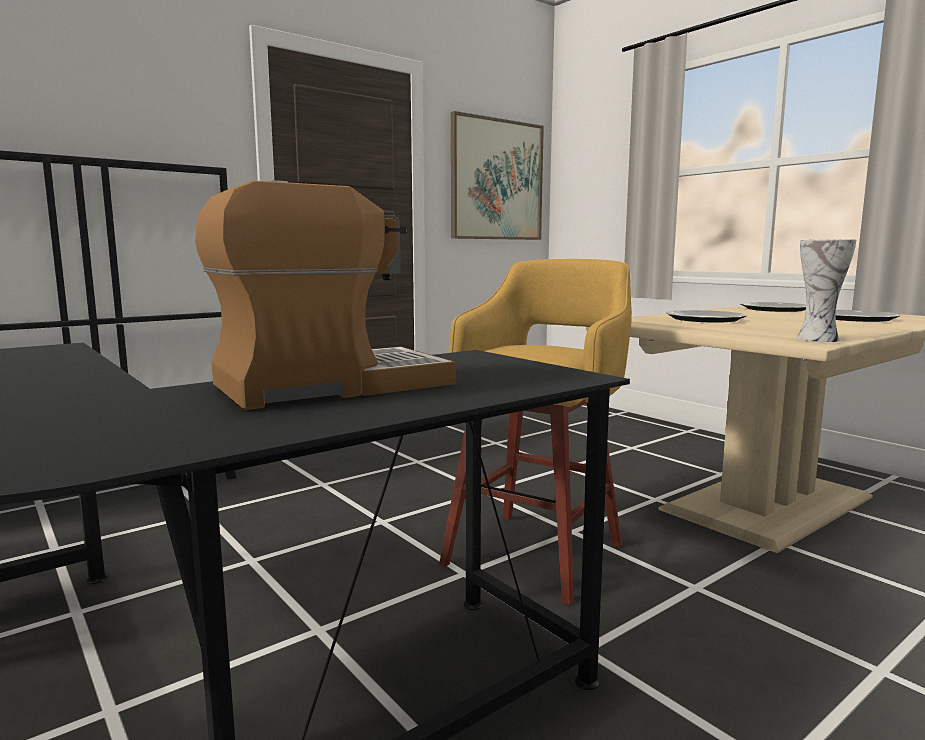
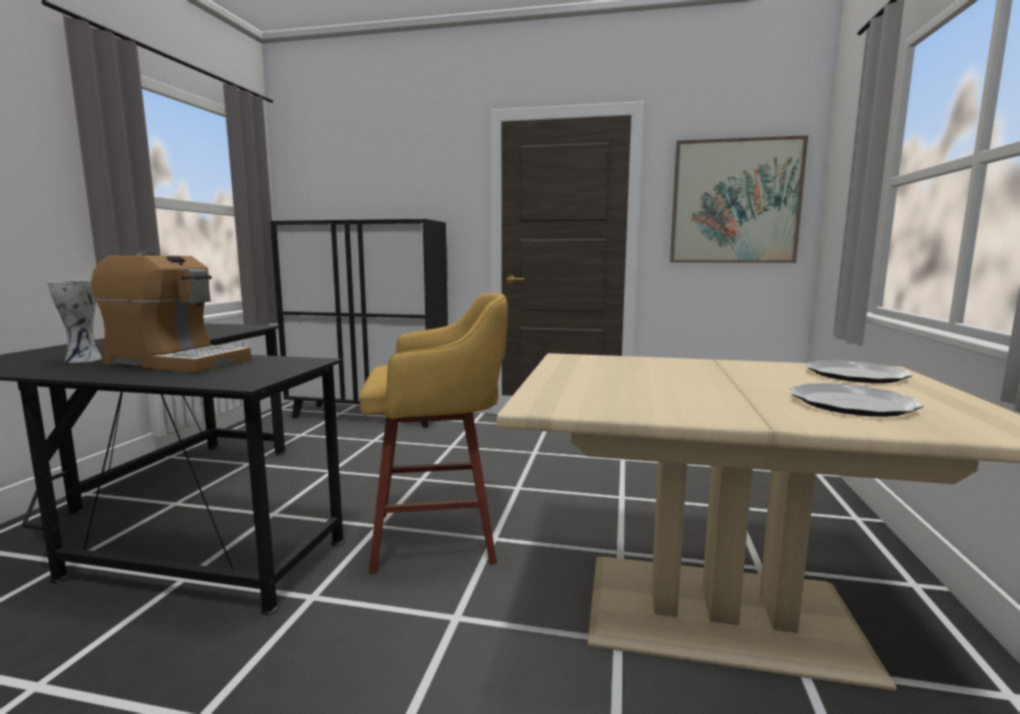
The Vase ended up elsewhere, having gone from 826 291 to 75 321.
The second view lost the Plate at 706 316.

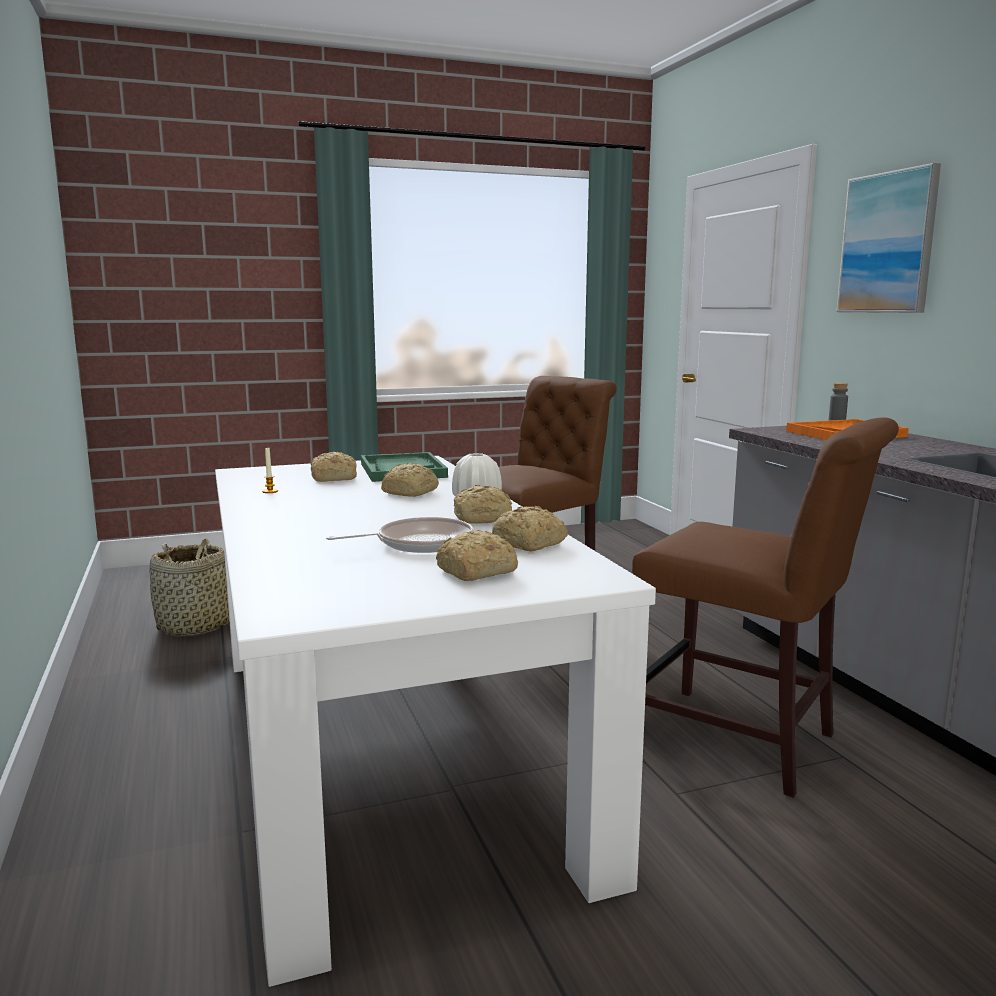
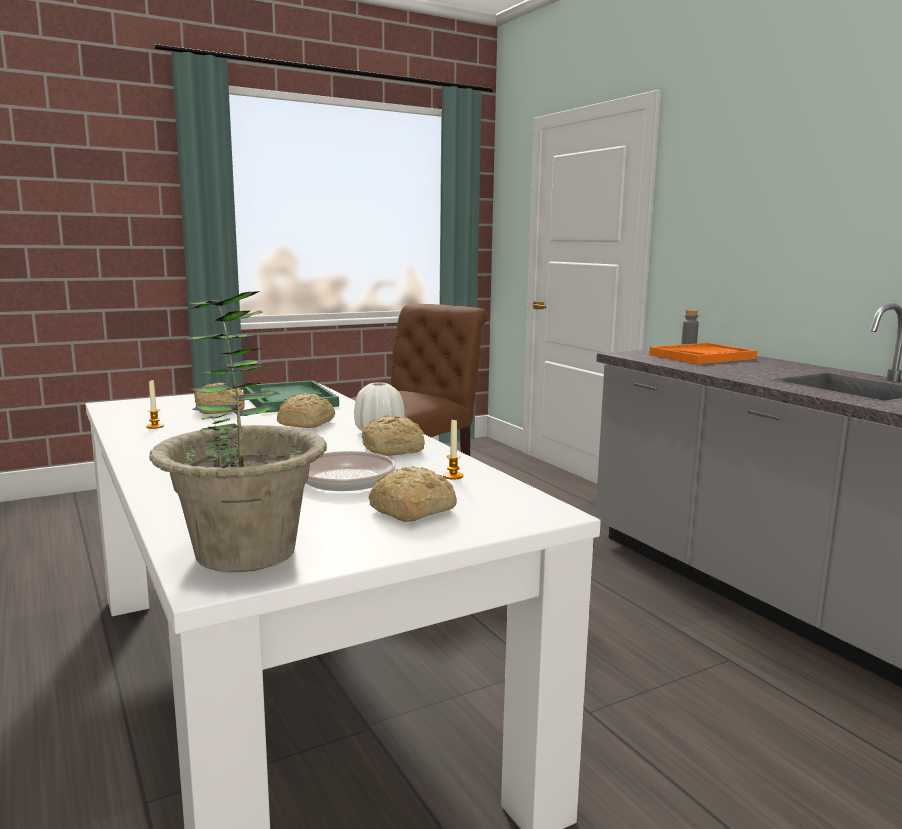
The second view gained the PottedPlant at 238 431.
Where the Bread stood at 530 529, the Candle came to stand at 453 450.
The second view lost the Basket at 190 587.
The second view lost the BrownChair at 765 607.
The second view lost the Picture at 888 238.

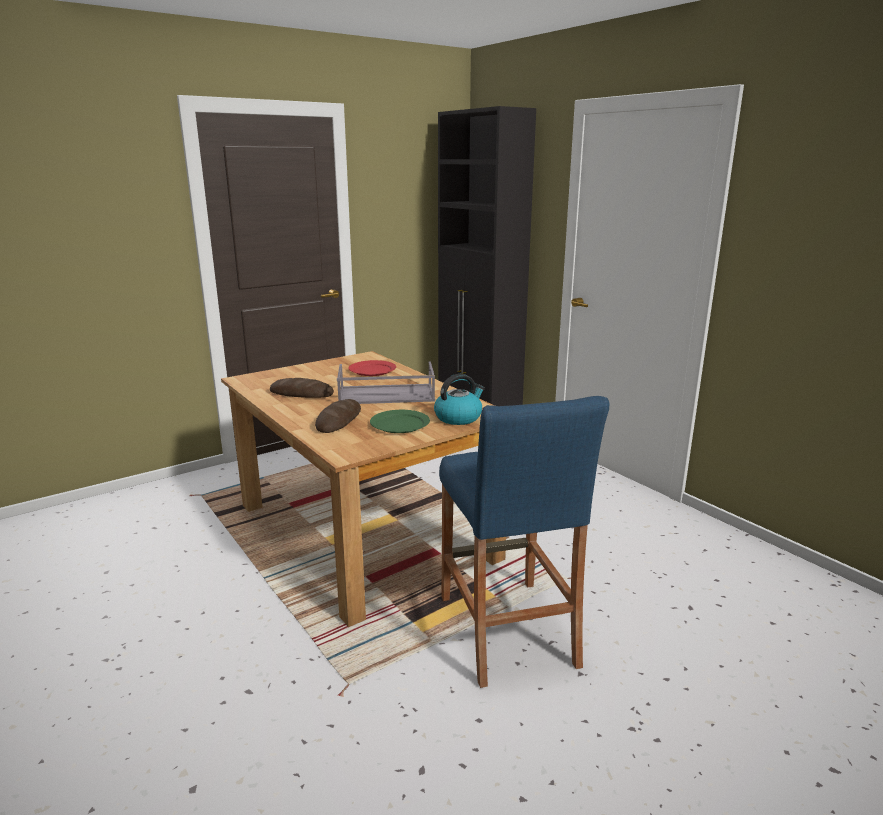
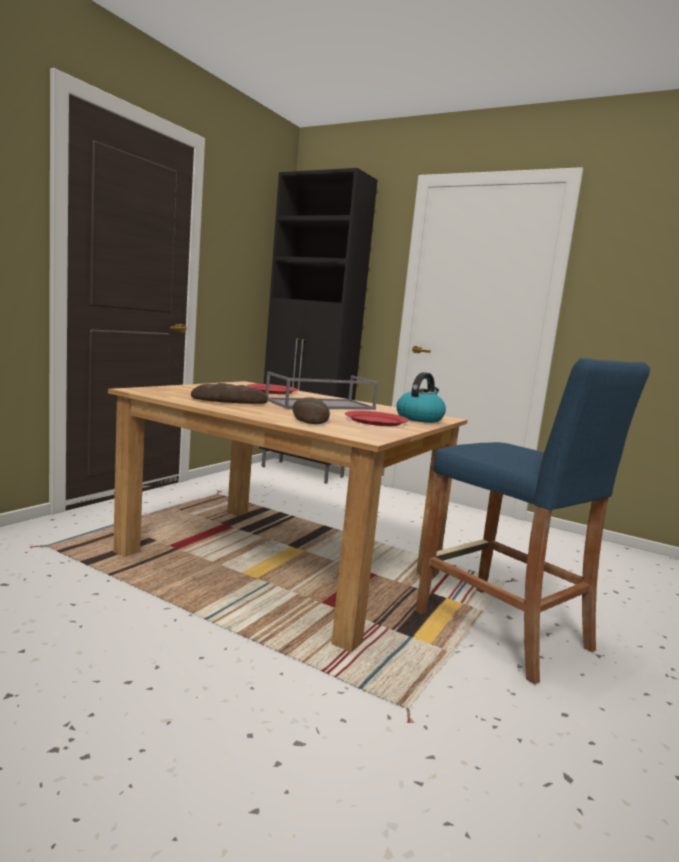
What was the GreenPlate at 400 421 turned into the RedPlate at 377 418.

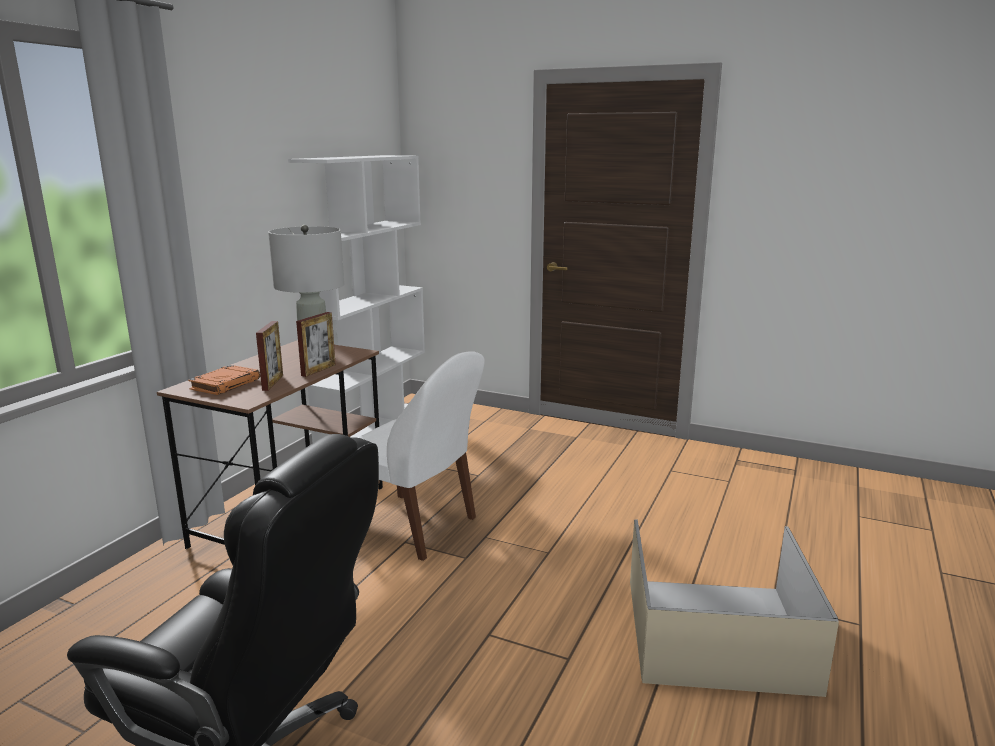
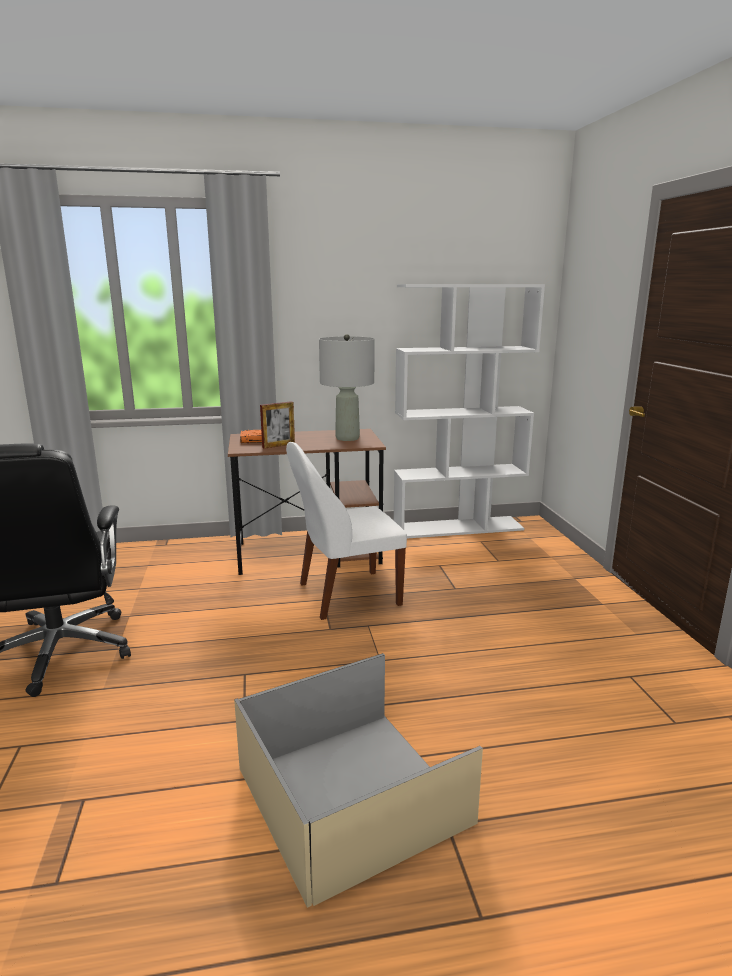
The WhiteChair at 421 456 ended up facing another way, 75 degrees clockwise from before.
The second view lost the PictureFrame at 316 344.

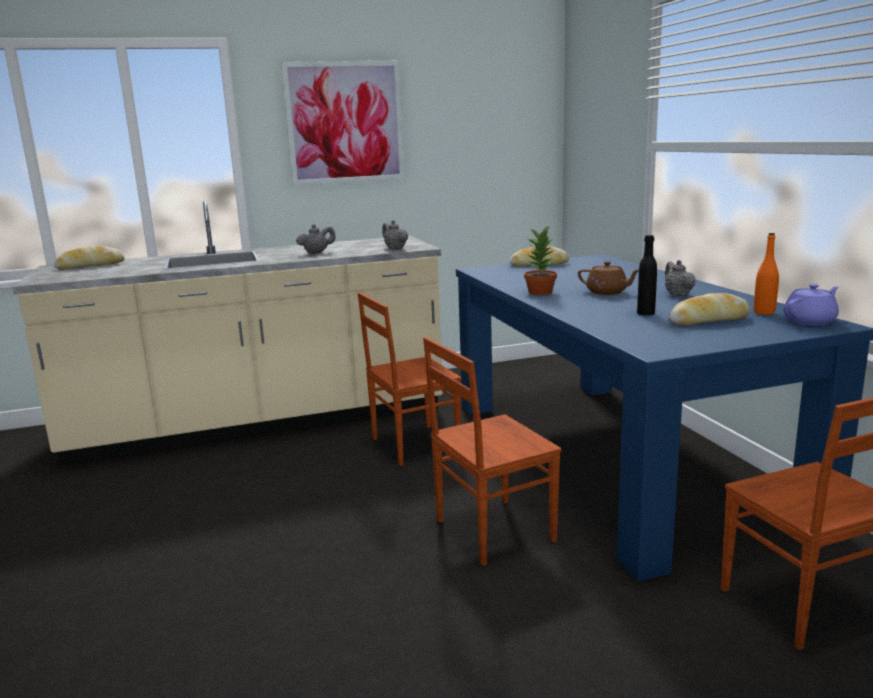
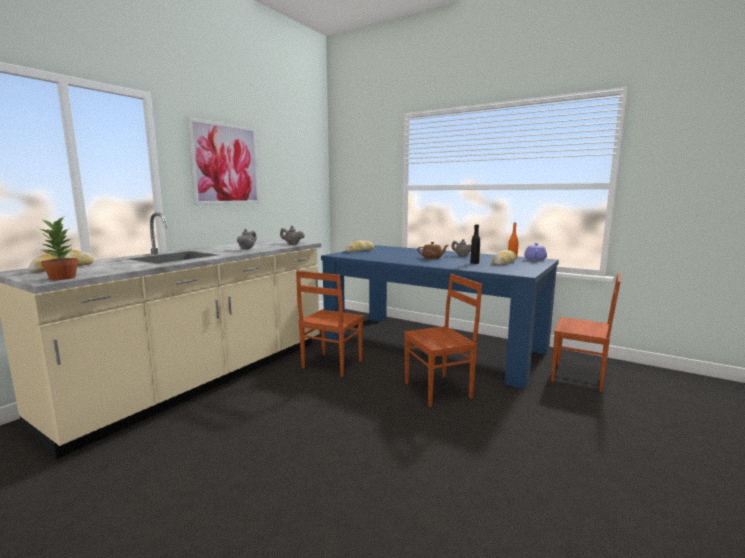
The PottedPlant ended up elsewhere, having gone from 540 259 to 59 248.
The BrownChair at 492 451 ended up facing another way, 135 degrees counterclockwise from before.

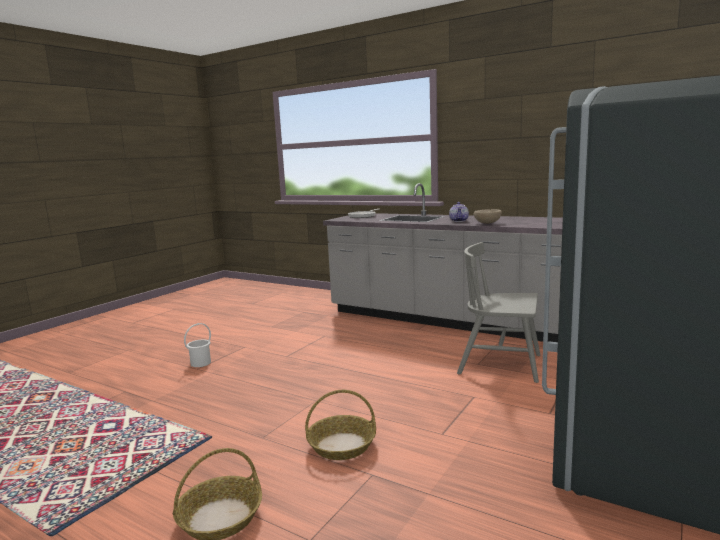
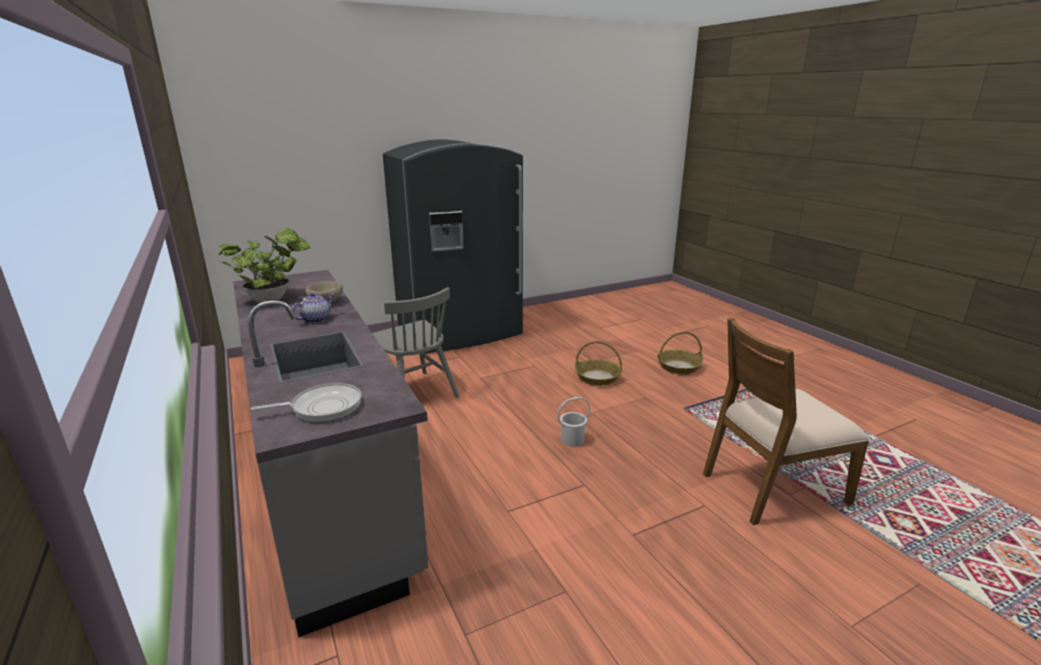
The second view gained the PottedPlant at 264 265.
The WhiteBucket ended up elsewhere, having gone from 197 345 to 573 422.
The second view gained the BrownChair at 786 421.

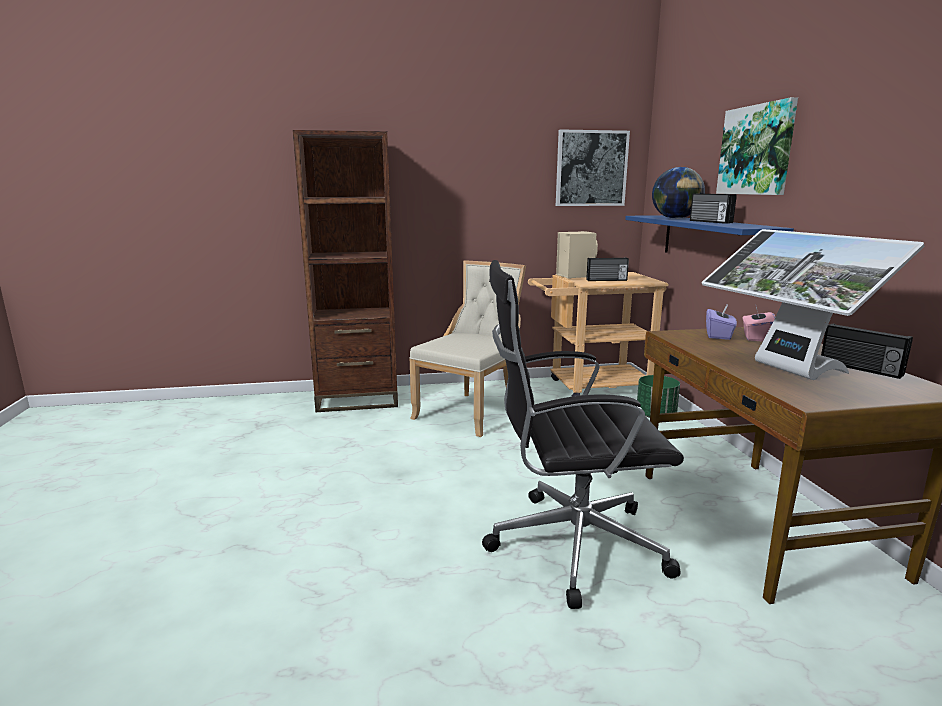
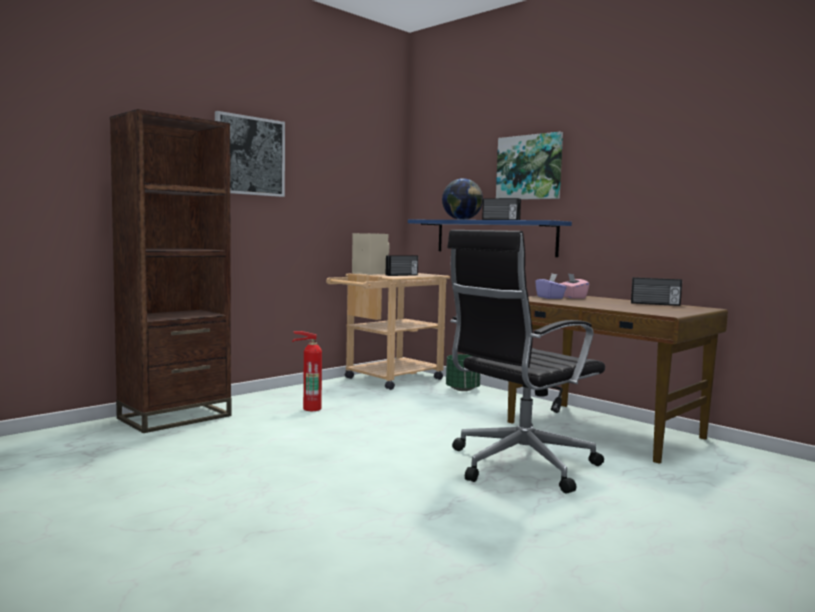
The Picture ended up elsewhere, having gone from 593 167 to 250 154.
Where the BeigeChair stood at 468 349, the FireExtinguisher came to stand at 307 371.
The second view lost the Monitor at 813 304.

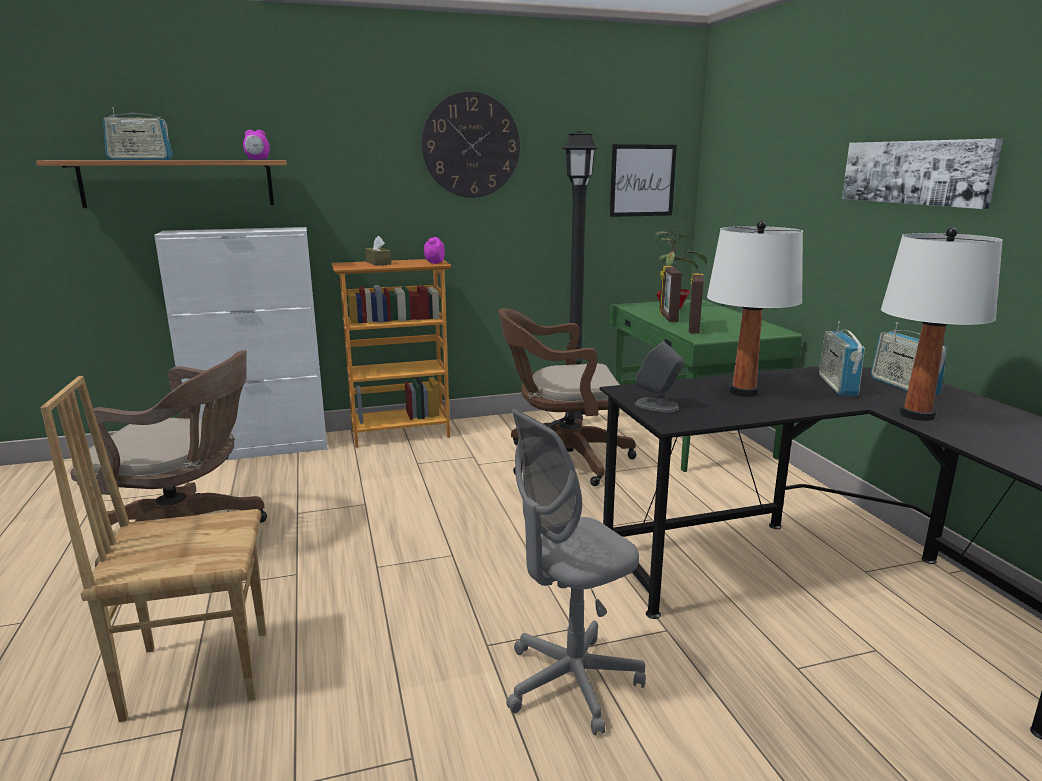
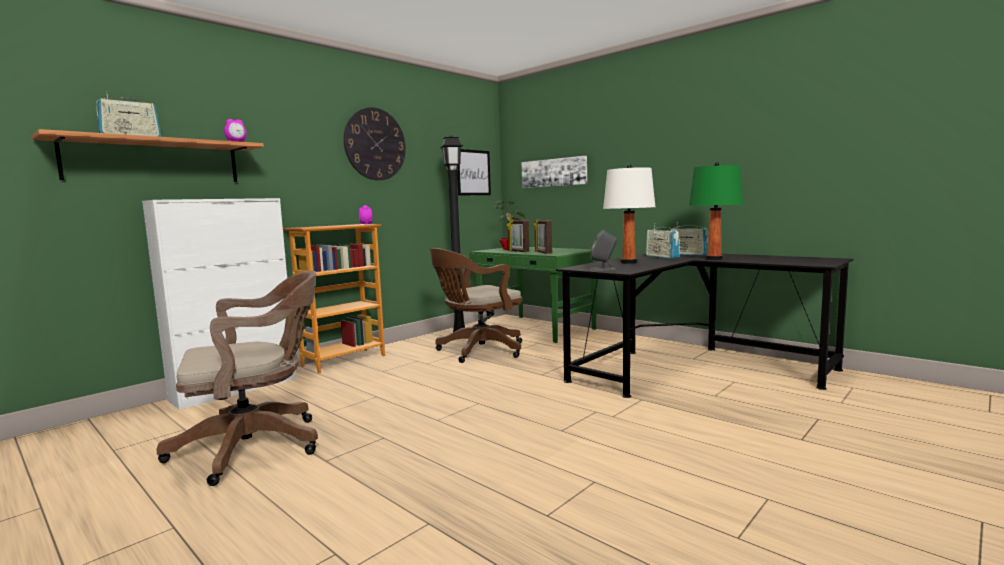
The Picture ended up elsewhere, having gone from 922 173 to 554 172.
What was the WhiteTableLamp at 942 324 turned into the GreenTableLamp at 716 211.
The second view lost the BrownChair at 153 549.
The second view lost the BrownTissueBox at 378 251.
The second view lost the GreyOfficeChair at 576 572.

